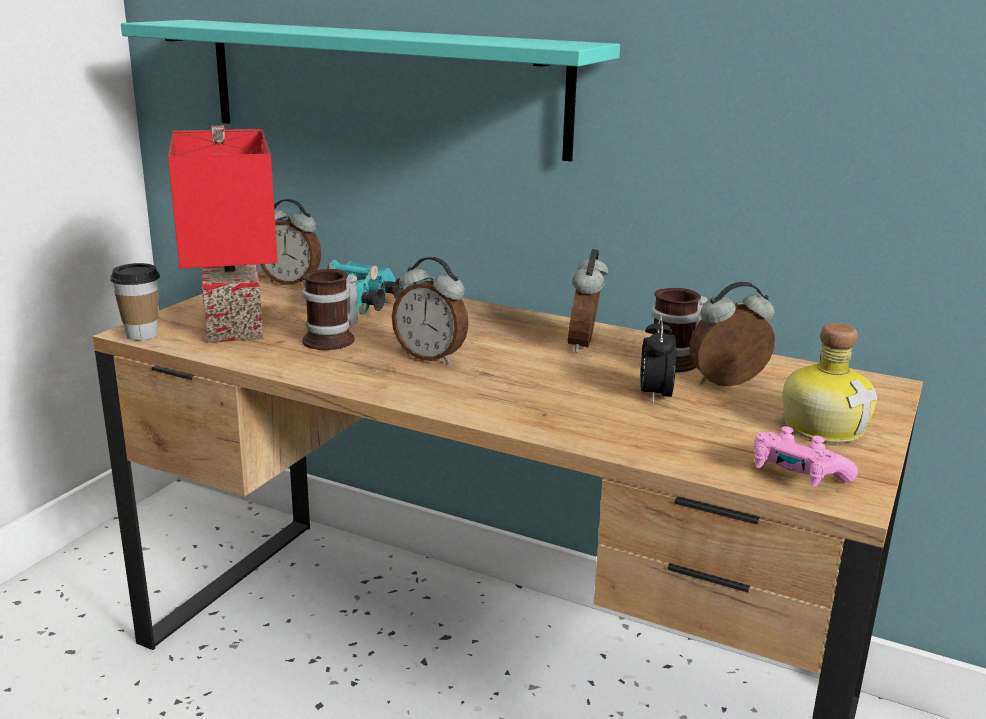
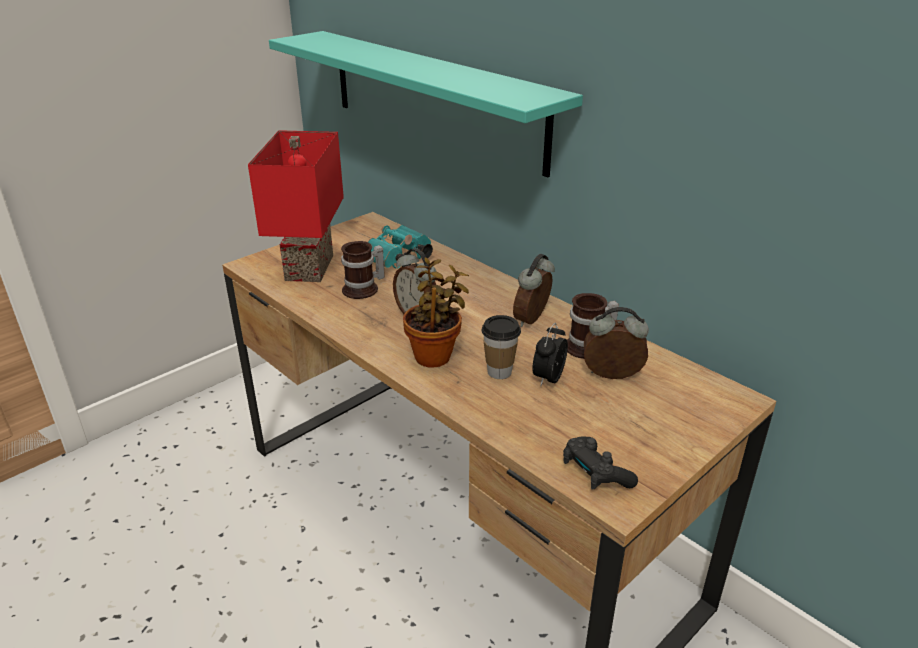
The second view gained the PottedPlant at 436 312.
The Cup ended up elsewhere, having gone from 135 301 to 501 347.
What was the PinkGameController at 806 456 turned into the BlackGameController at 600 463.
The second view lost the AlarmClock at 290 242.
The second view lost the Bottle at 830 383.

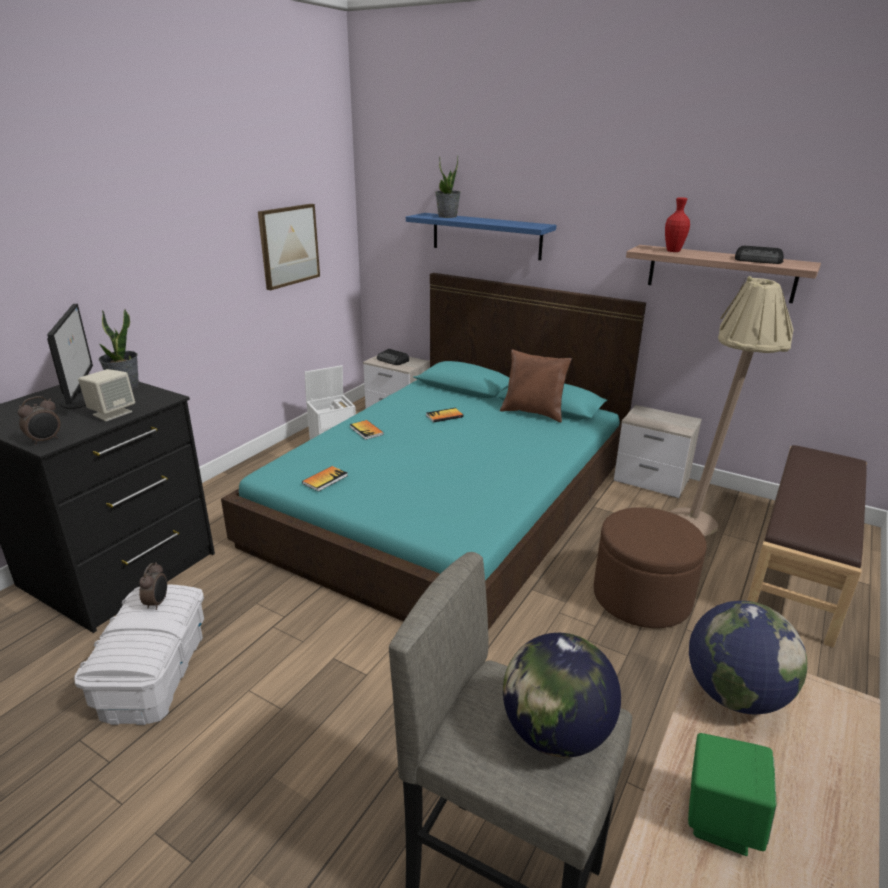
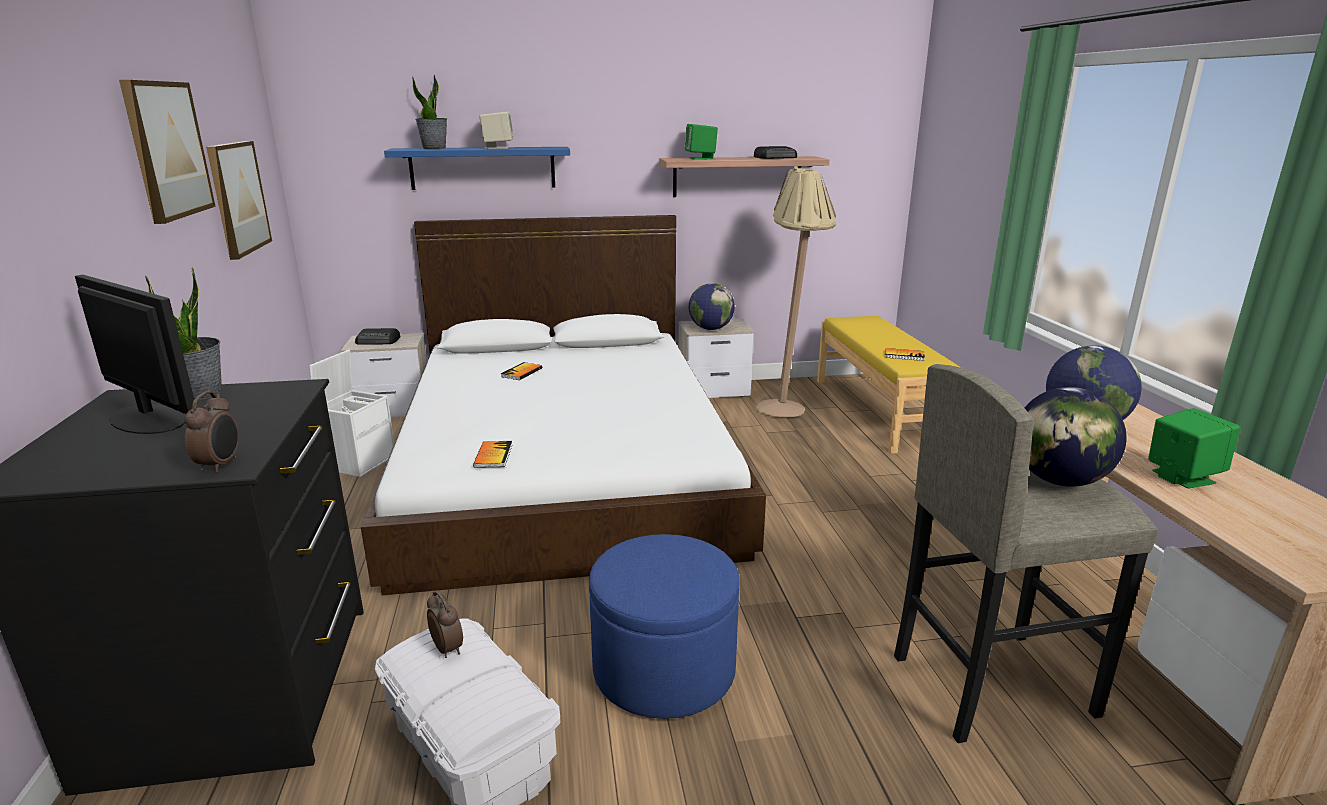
The second view gained the Picture at 167 152.
What was the TurquoiseBed at 433 451 turned into the WhiteBed at 563 405.
The BeigeSpeaker ended up elsewhere, having gone from 106 395 to 496 130.
The second view gained the BlueOttoman at 664 626.
Where the RedVase stood at 677 224, the GreenSpeaker came to stand at 701 142.
The second view gained the Globe at 712 306.
What was the BrownBench at 807 546 turned into the YellowBench at 889 385.
The Book ended up elsewhere, having gone from 367 430 to 905 354.
The second view lost the BrownPillow at 536 385.
The second view lost the BrownOttoman at 650 567.

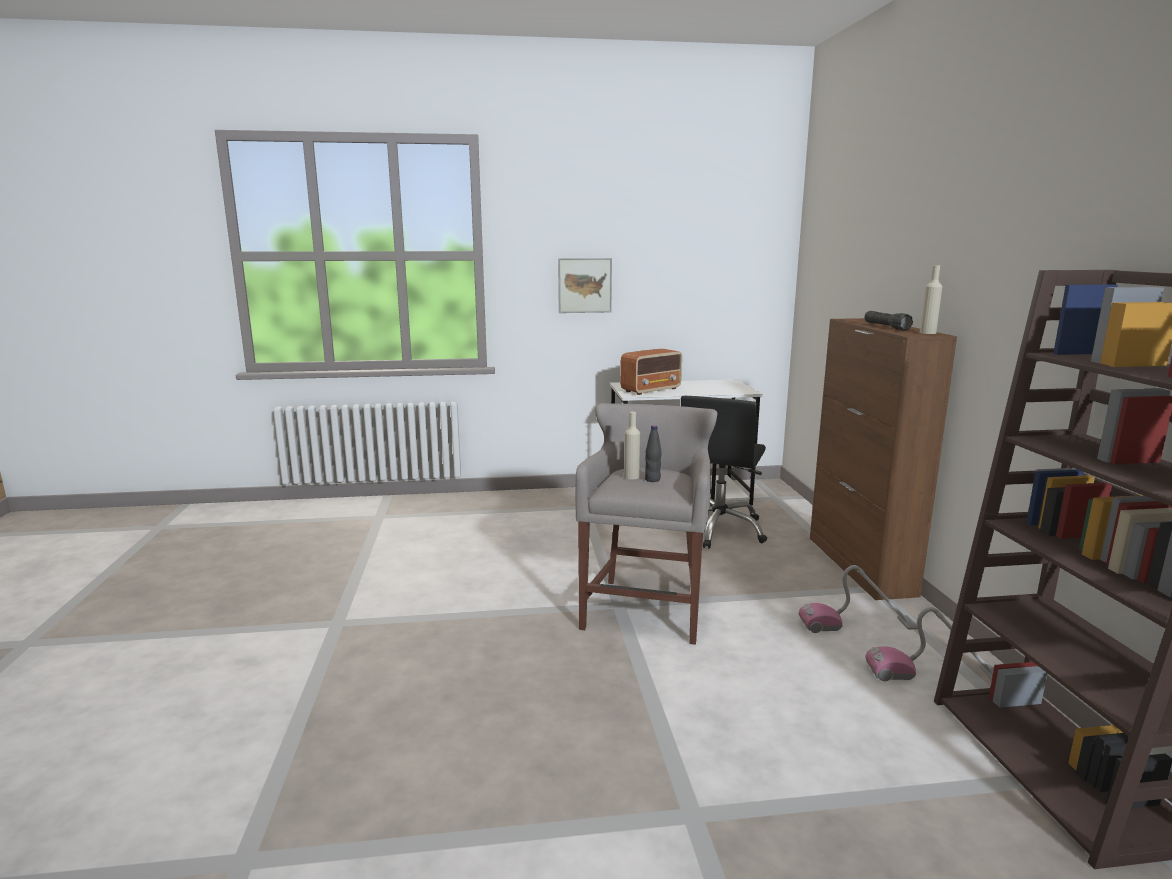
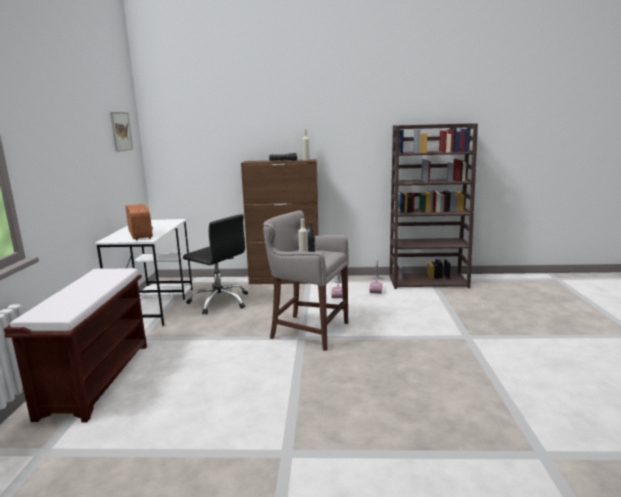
The second view gained the BrownBench at 75 345.
The Picture ended up elsewhere, having gone from 585 285 to 121 132.

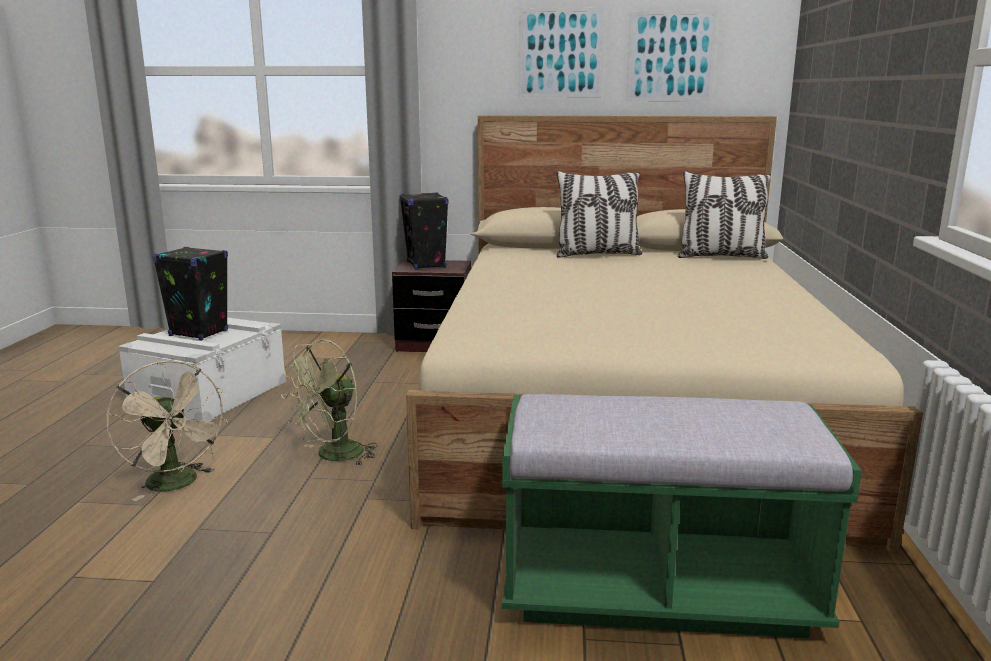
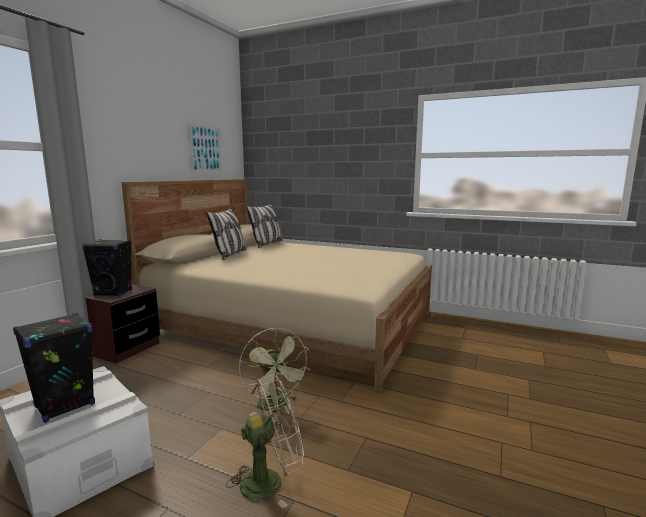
The second view lost the GreenBench at 682 516.
The second view lost the Picture at 562 52.

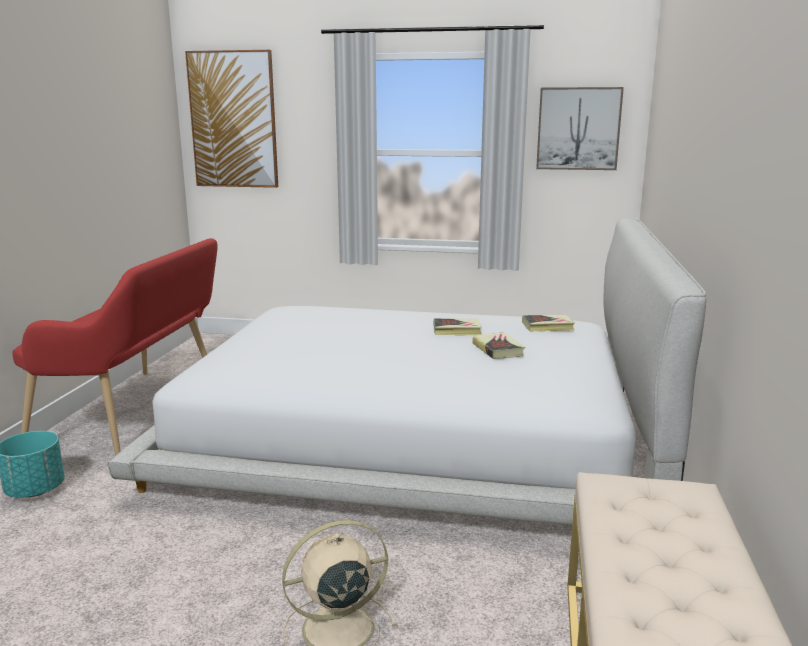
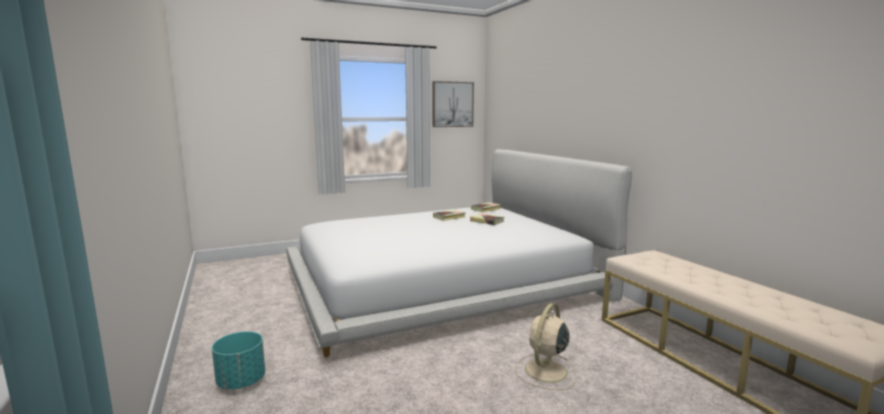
The second view lost the RedBench at 115 347.
The second view lost the Picture at 231 119.

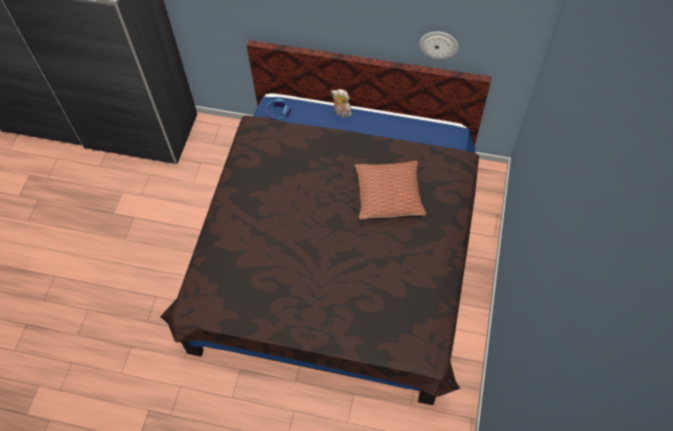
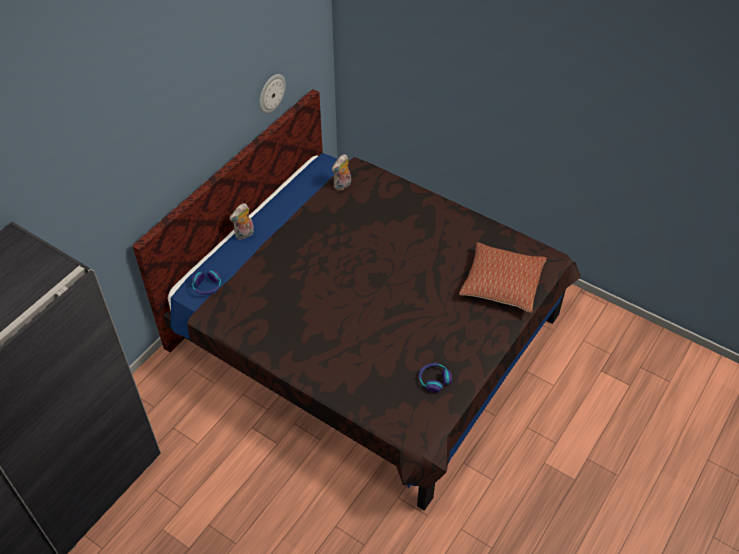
The second view gained the PlushToy at 341 172.
The second view gained the Headphones at 435 378.
The Pillow ended up elsewhere, having gone from 390 190 to 502 277.

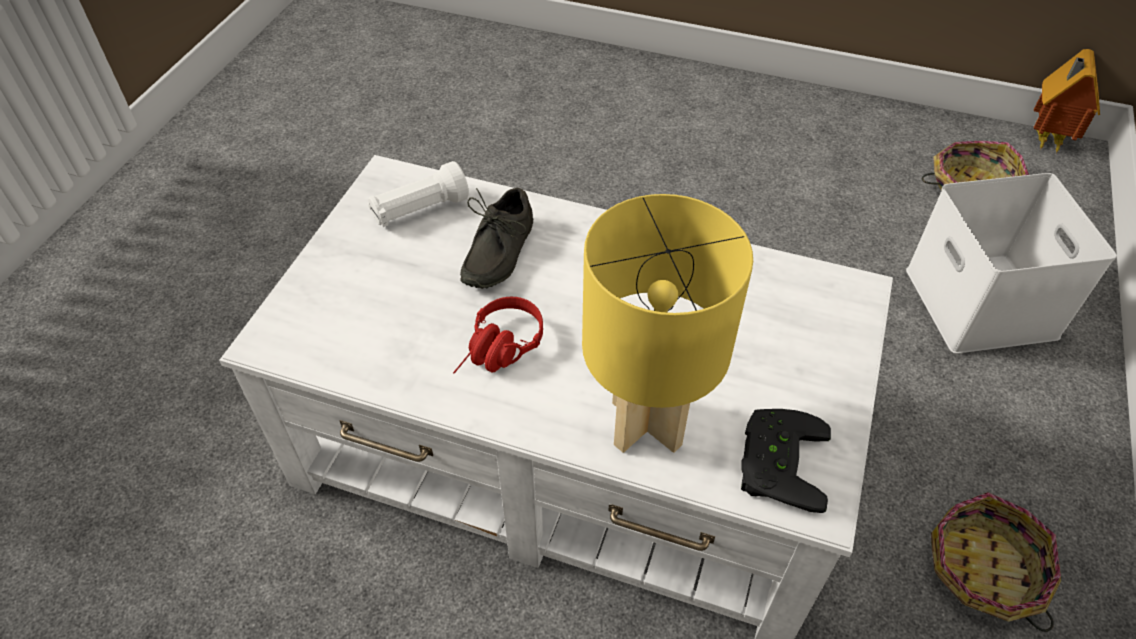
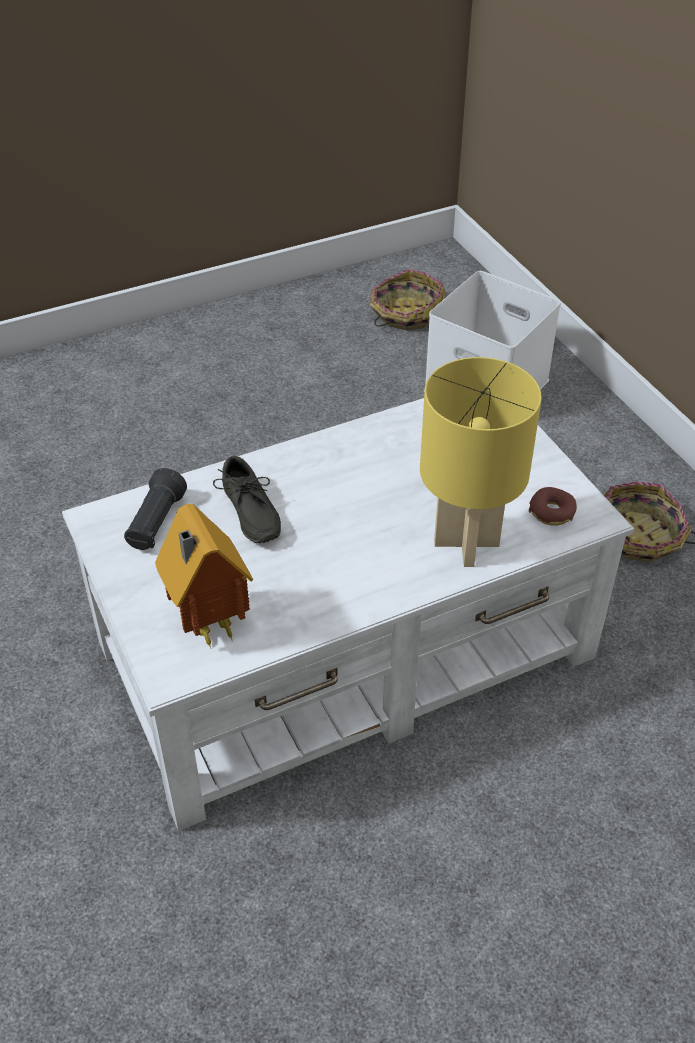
What was the WhiteFlashlight at 418 194 turned into the BlackFlashlight at 155 509.
The ToyHouse ended up elsewhere, having gone from 1067 101 to 204 576.
Where the BlackGameController stood at 786 461, the Donut came to stand at 553 506.
The second view lost the RedHeadphones at 498 335.

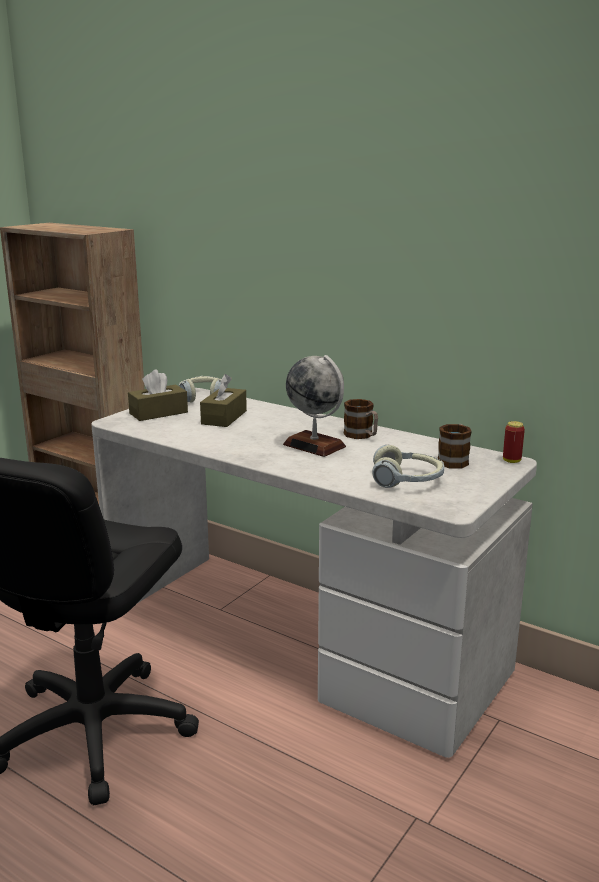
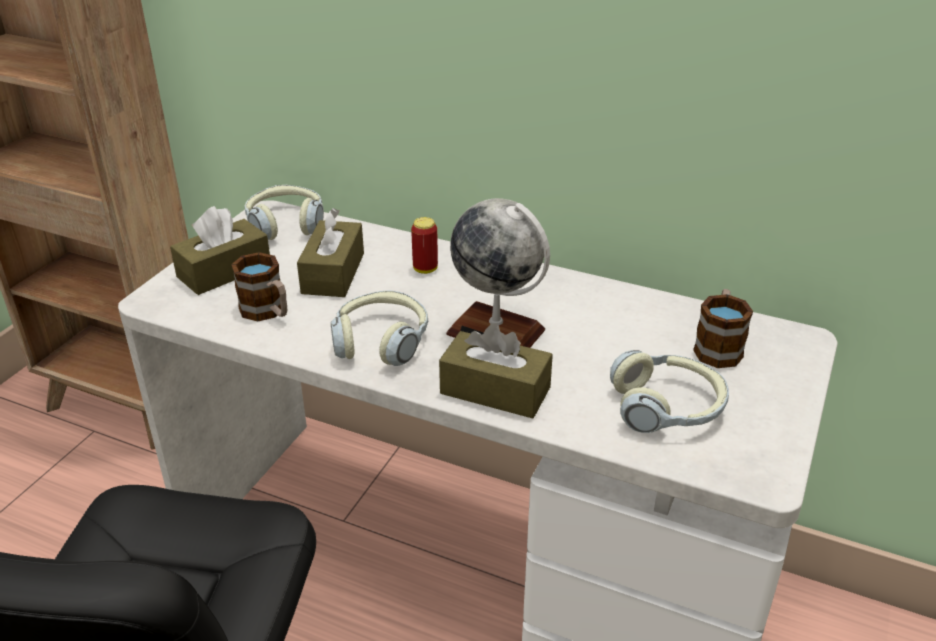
The Mug ended up elsewhere, having gone from 360 419 to 259 287.
The second view gained the Headphones at 379 328.
The Can ended up elsewhere, having gone from 514 442 to 424 245.
The second view gained the BrownTissueBox at 496 371.

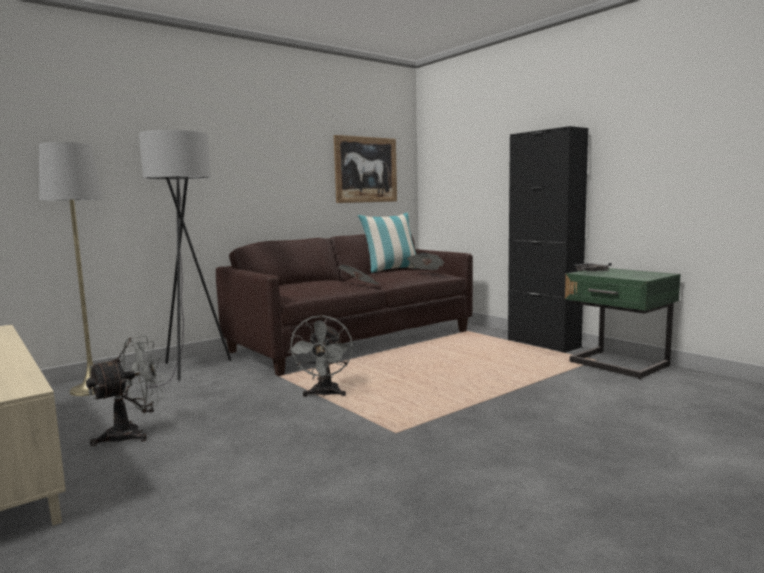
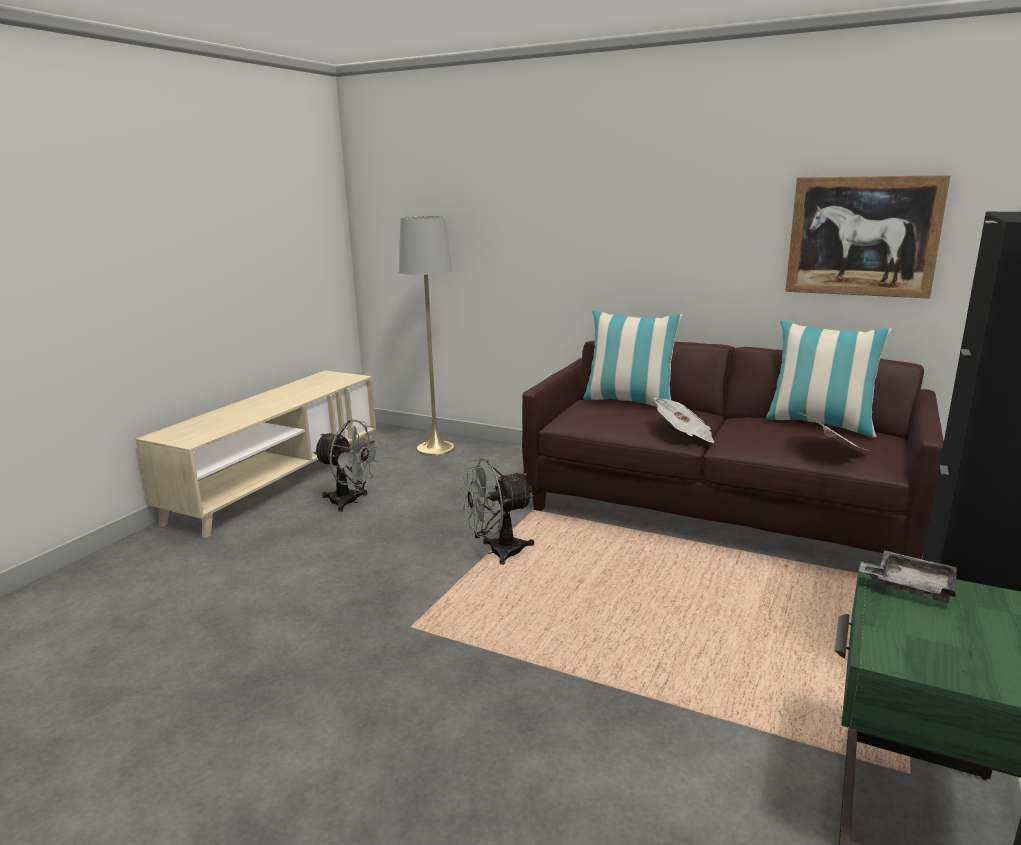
The second view gained the Pillow at 633 358.
The second view lost the GreyFloorLamp at 185 259.

